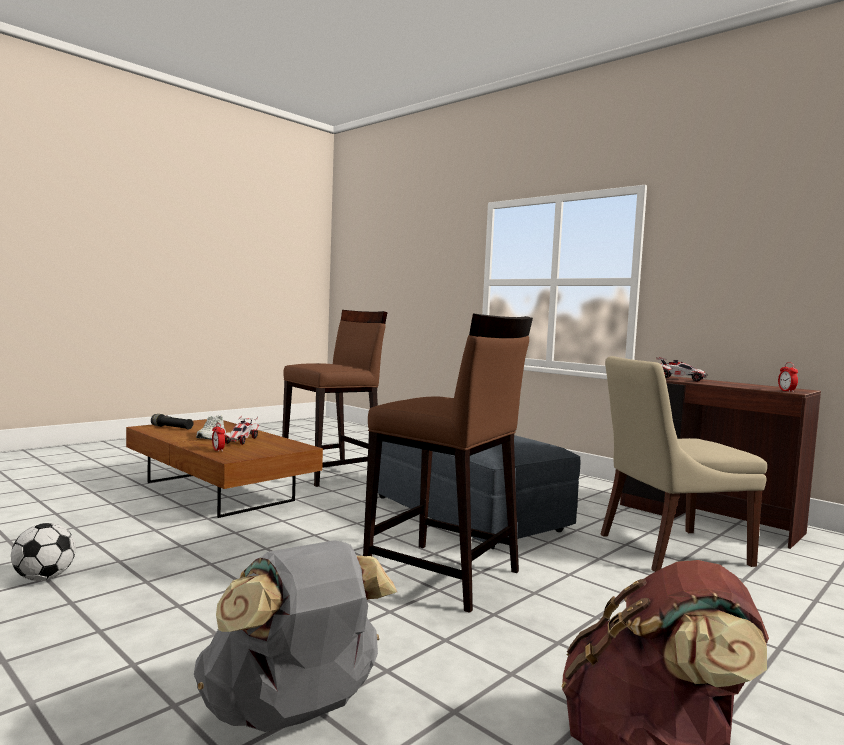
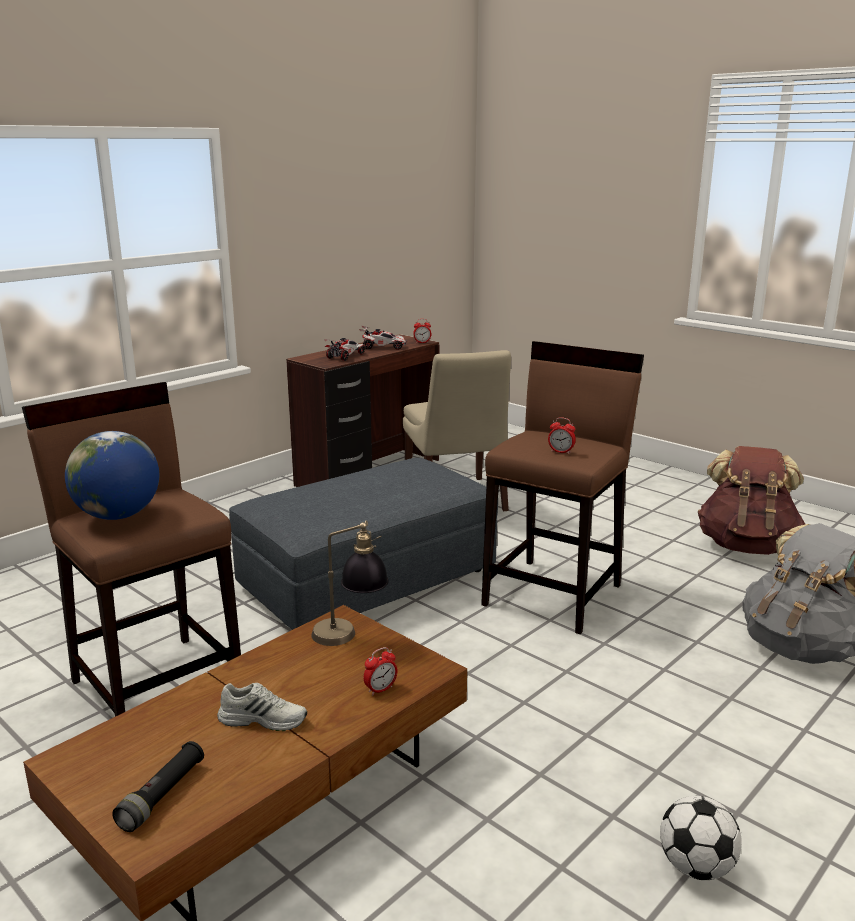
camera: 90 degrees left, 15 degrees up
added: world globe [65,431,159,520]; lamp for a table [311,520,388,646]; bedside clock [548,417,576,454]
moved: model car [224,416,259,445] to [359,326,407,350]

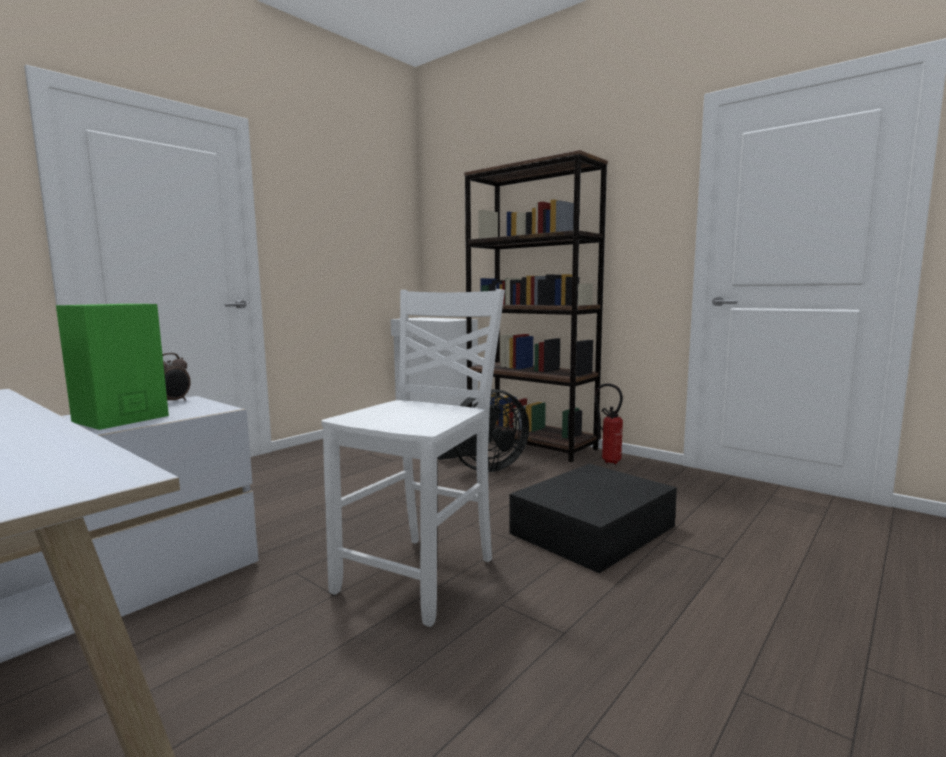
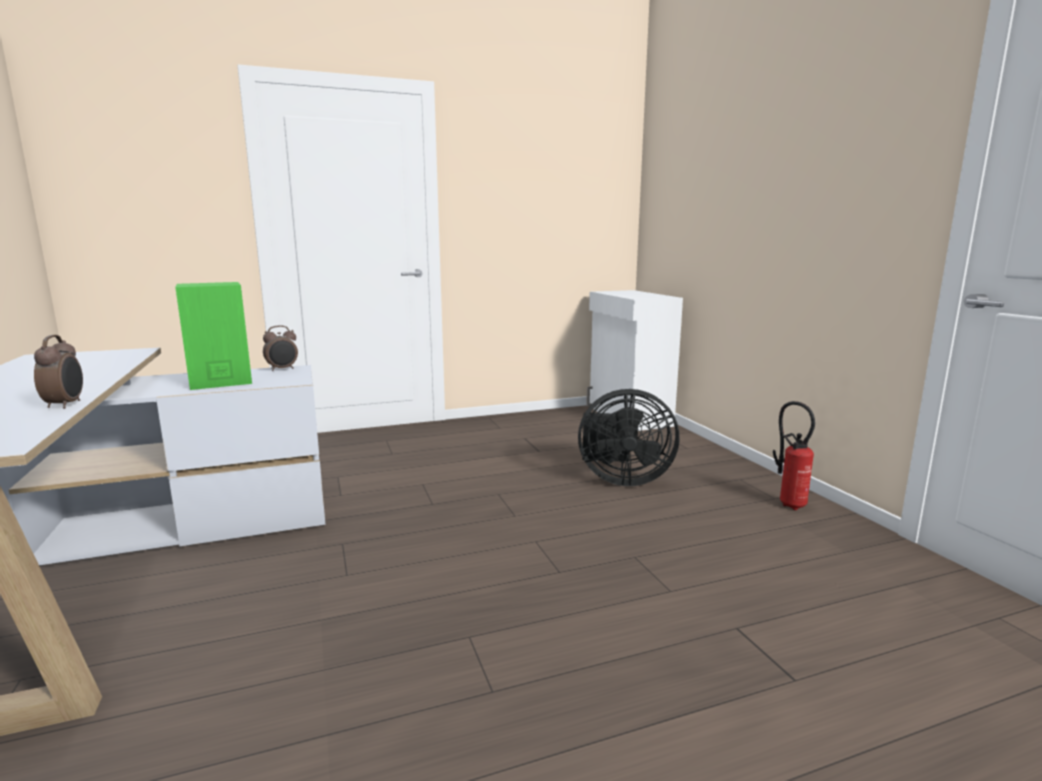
camera: 30 degrees right, 5 degrees up
removed: chair/whitish [321,289,505,627]; shelving unit/brown-coloured [464,150,608,462]; storage box/black-coloured [509,464,677,573]
added: bedside clock [34,335,83,409]

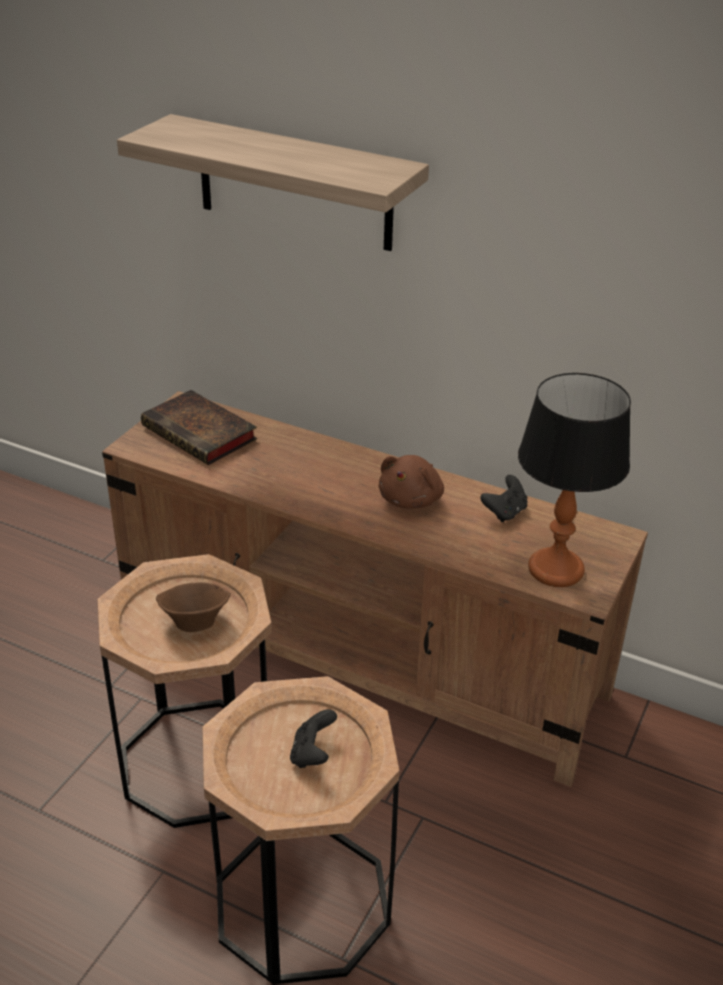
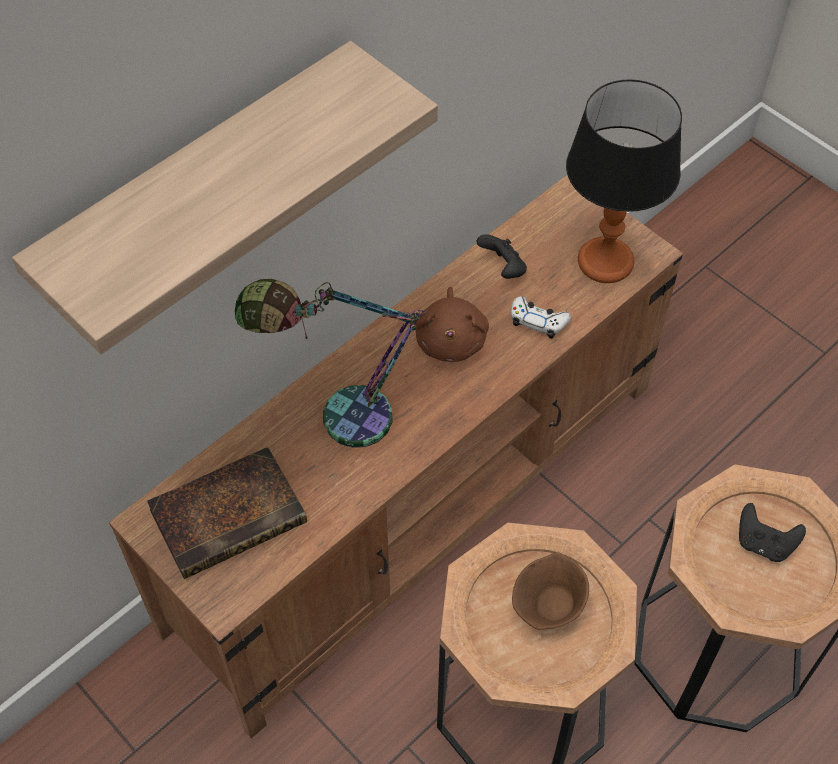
camera: 70 degrees left, 20 degrees up
added: lamp for a table [235,279,426,448]; gamepad/whitish [511,296,571,339]
turned: soft toy/brown-coloured [378,455,444,509] = [415,287,489,362] 45 degrees clockwise

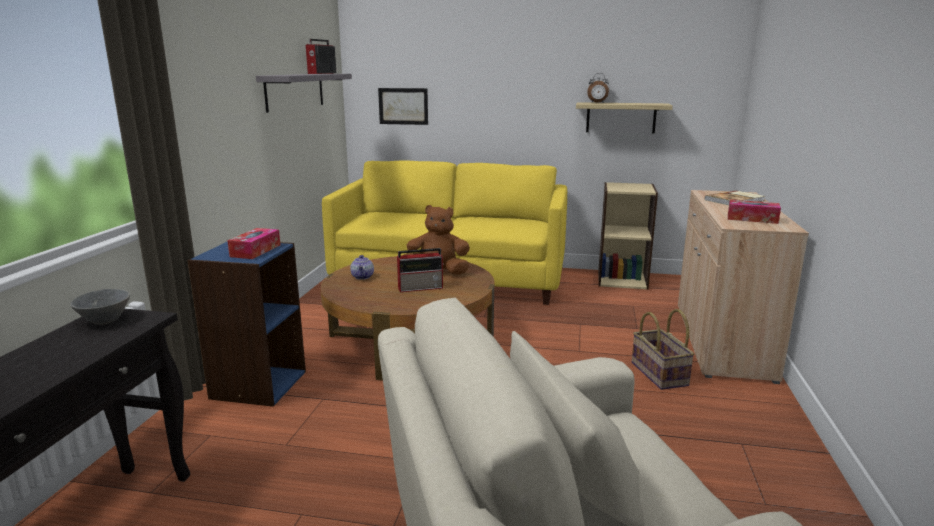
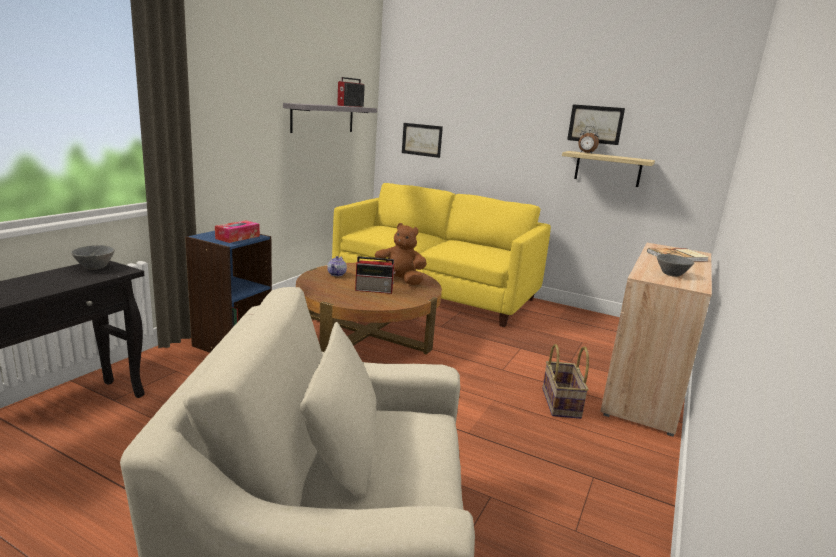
camera: 15 degrees right, 0 degrees up
removed: shelving unit/beige [598,182,658,290]
added: wall picture [567,104,625,145]
replaced: tissue holder [728,200,781,224] to deep dish/gray [657,254,694,277]

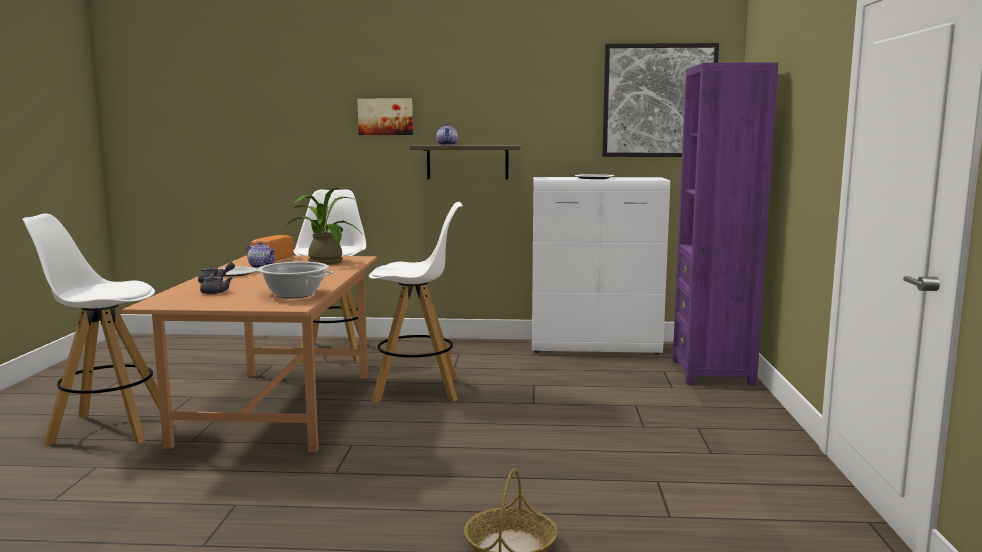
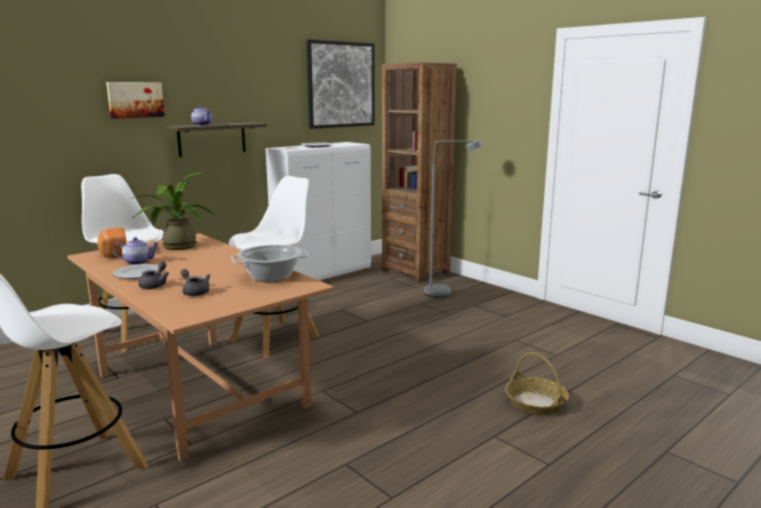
camera: 45 degrees left, 5 degrees up
added: floor lamp/gray [424,140,482,298]
recoloured: shelving unit/purple [673,62,778,386] to shelving unit/brown-coloured [382,62,457,283]

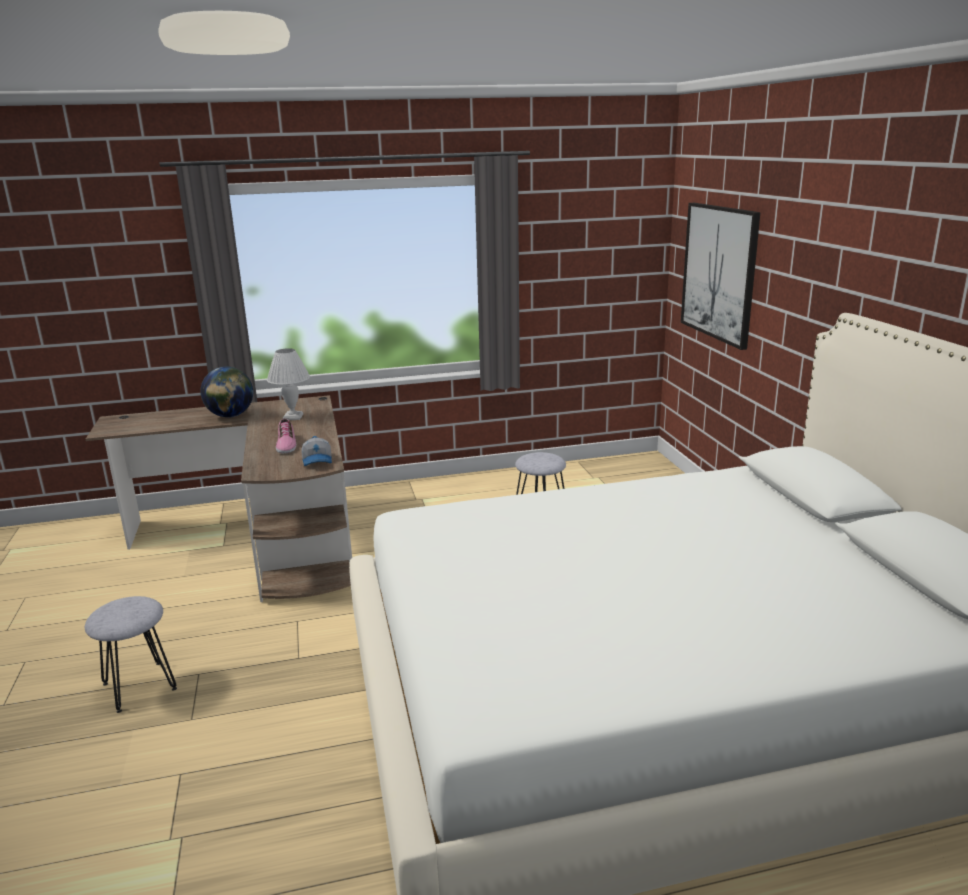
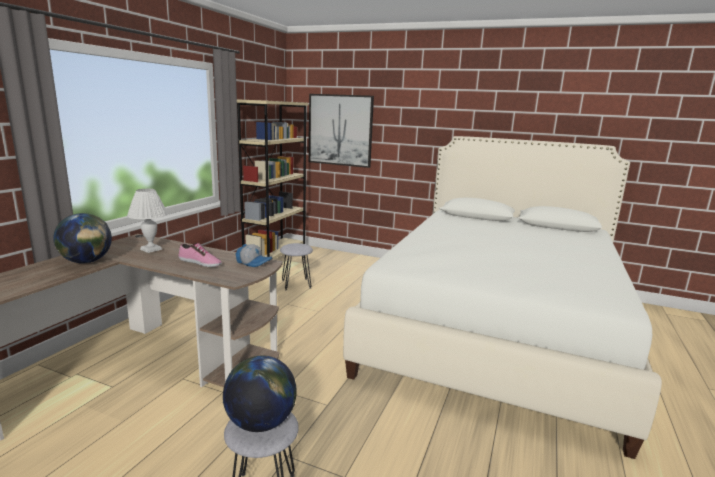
camera: 55 degrees left, 5 degrees down
added: world globe [223,355,297,432]; shelving unit/beige [237,99,308,259]

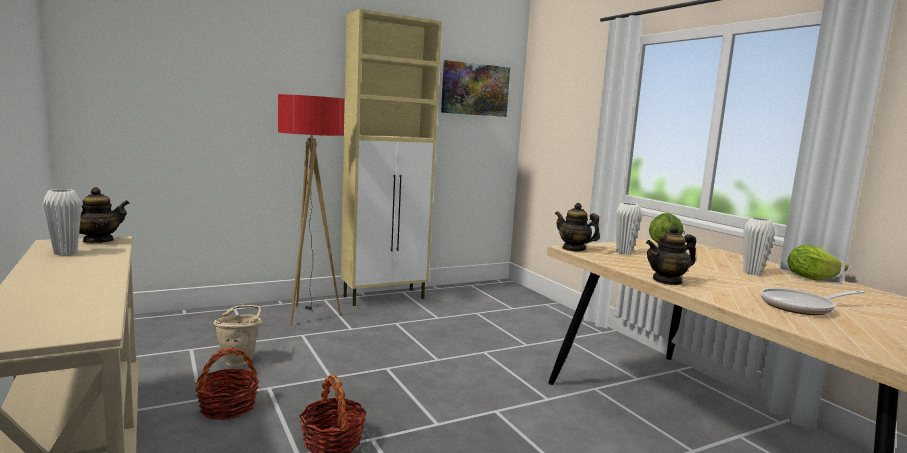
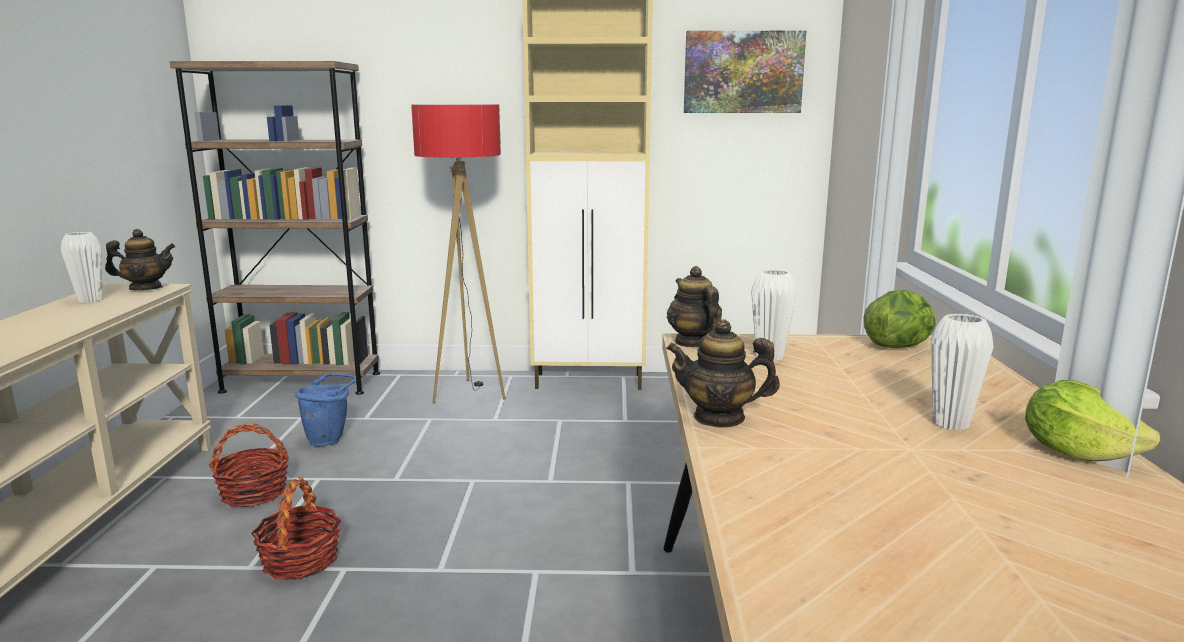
camera: 30 degrees right, 5 degrees up
removed: frying pan [760,288,865,315]
added: shelving unit/brown-coloured [170,61,380,395]
recoloured: water bucket/beige [213,305,262,367] to water bucket/blue-coloured [295,373,356,447]

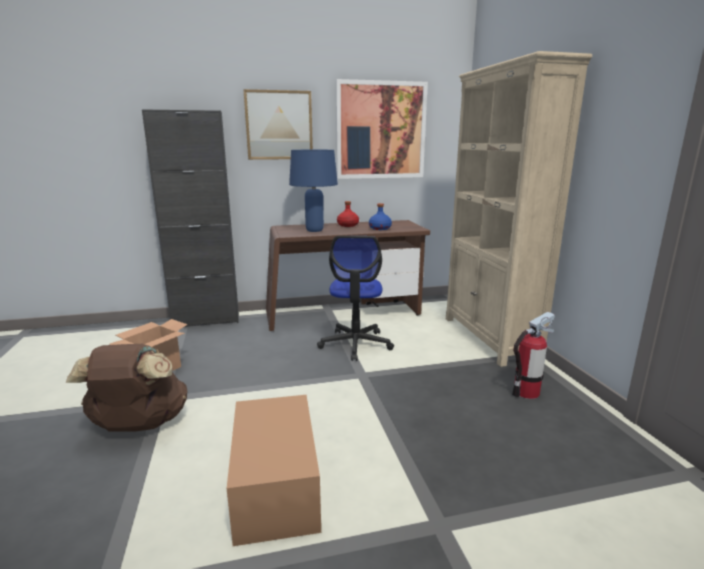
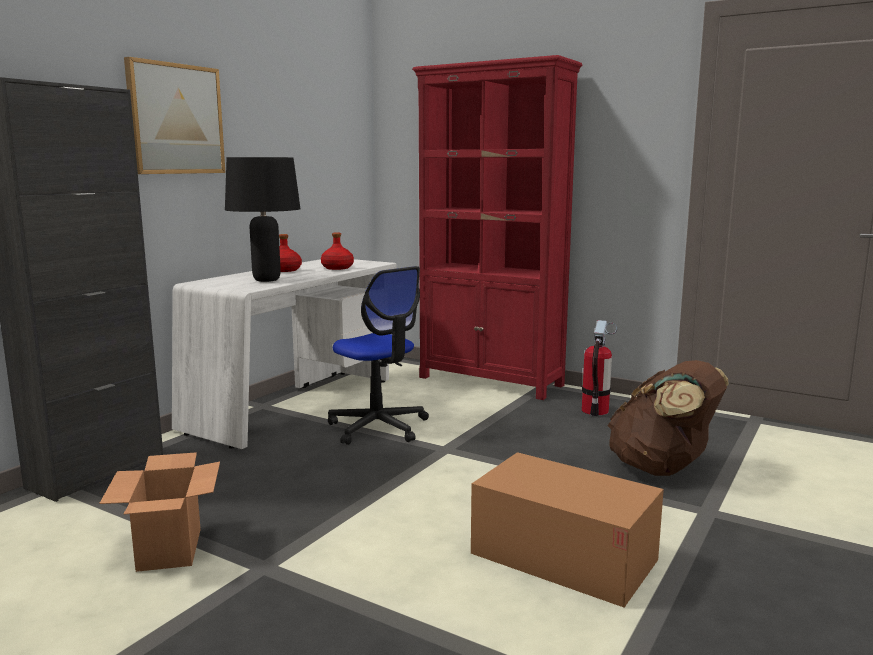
camera: 45 degrees left, 5 degrees down
removed: wall picture [336,79,428,179]
moved: rucksack/brown-coloured [66,344,187,432] to [608,360,729,476]
recoloured: desk unit/brown-coloured [266,220,430,331] to desk unit/whitish [172,259,396,449]; lamp for a table/blue-coloured [289,150,338,232] to lamp for a table/black-coloured [225,157,301,282]; bottle/blue-coloured [369,203,392,230] to bottle/red-coloured [321,232,354,270]; shelving unit/beige [446,51,592,367] to shelving unit/red-coloured [412,55,583,400]

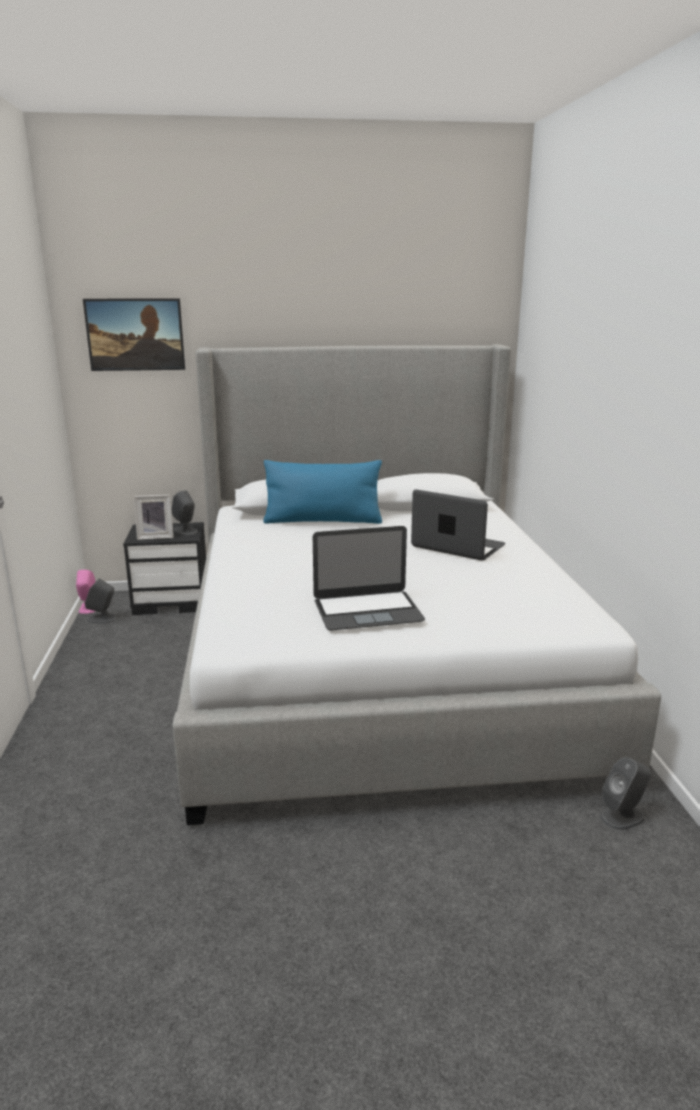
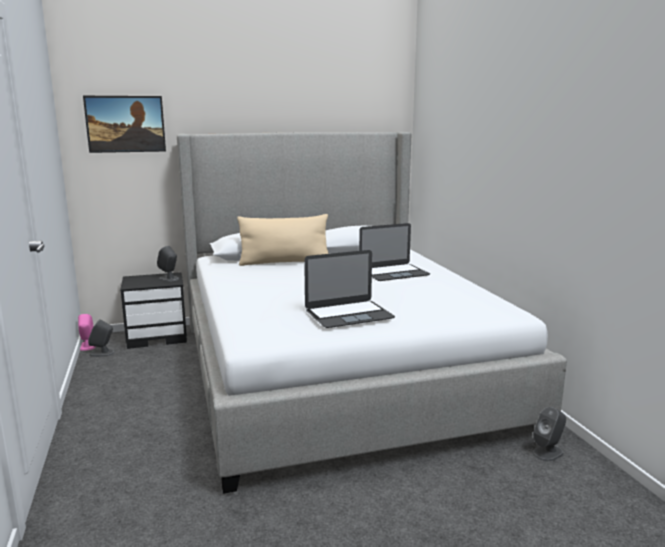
camera: 10 degrees left, 5 degrees down
removed: picture frame [134,495,174,540]
recoloured: throw pillow/blue-coloured [263,460,382,524] to throw pillow/beige [237,214,329,266]
turned: portable computer [411,489,505,561] = [359,223,430,281] 135 degrees clockwise

